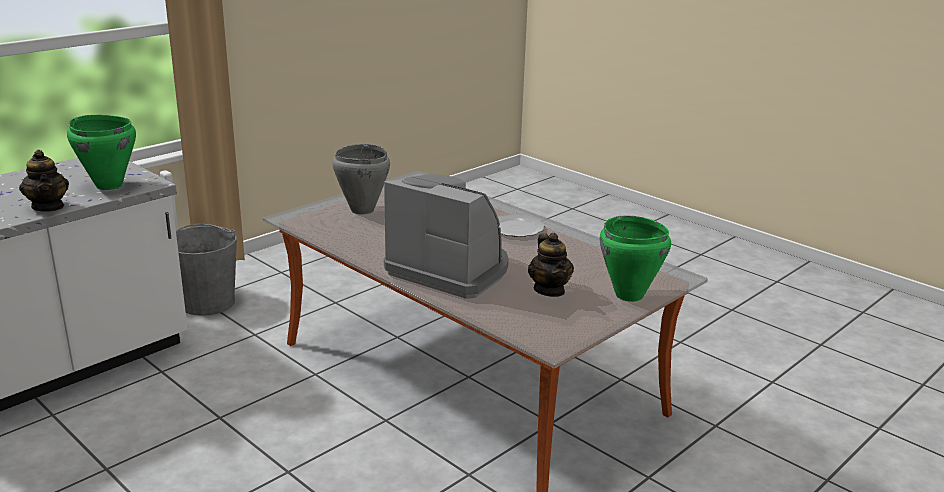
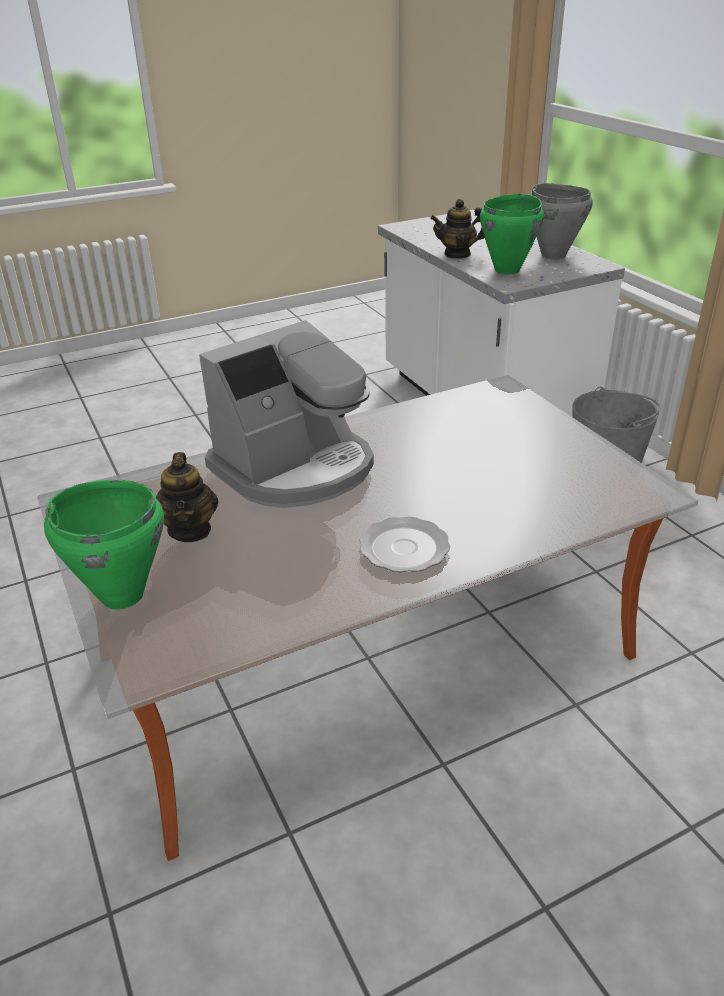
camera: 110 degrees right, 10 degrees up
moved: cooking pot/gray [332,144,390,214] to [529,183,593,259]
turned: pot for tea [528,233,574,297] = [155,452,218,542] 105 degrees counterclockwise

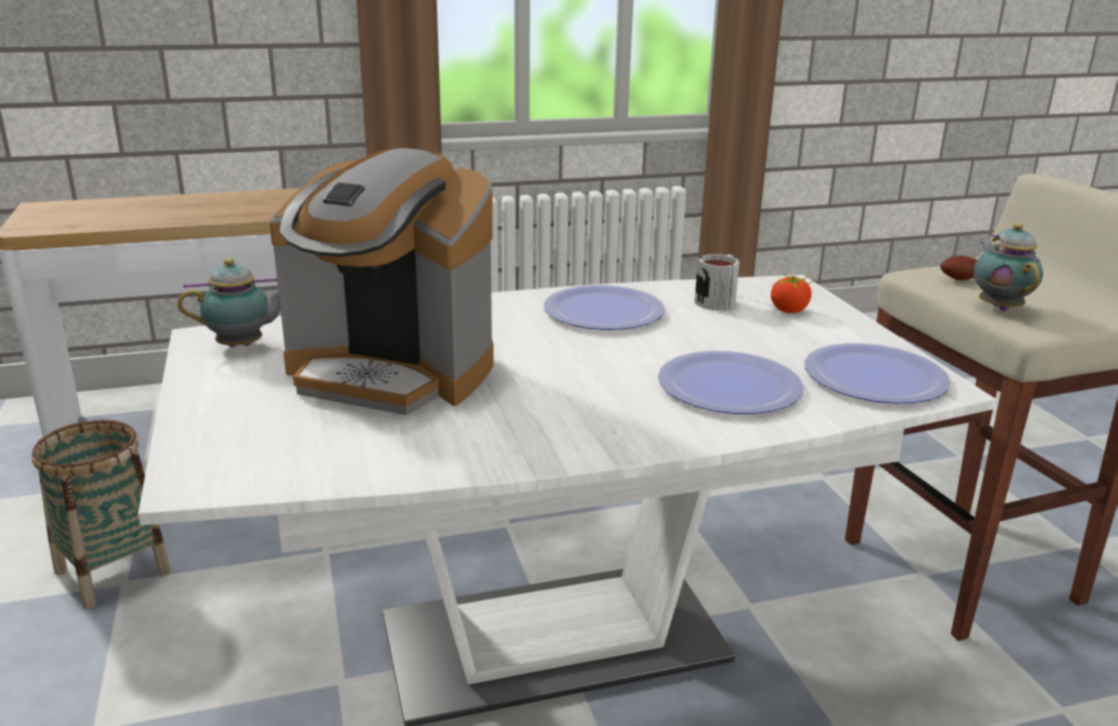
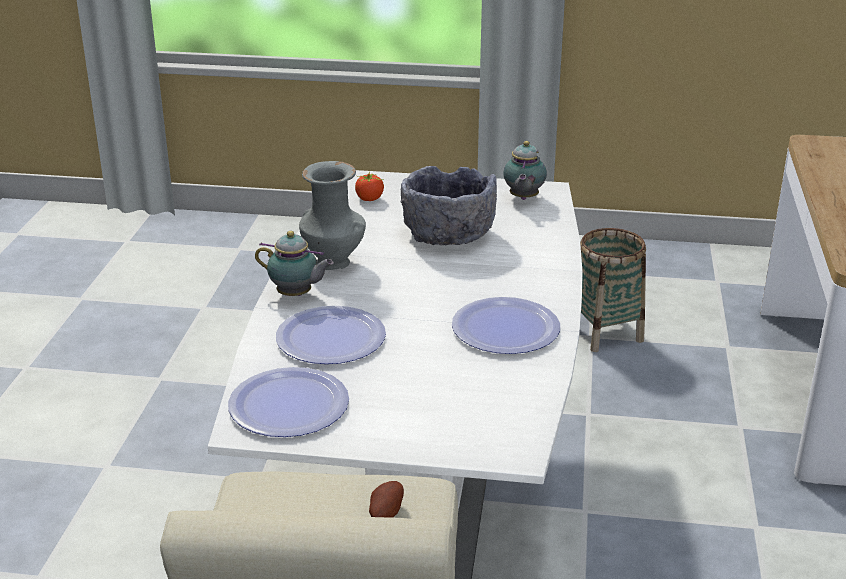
camera: 115 degrees right, 5 degrees up
removed: coffee mug [695,254,740,311]
added: flower vase/gray [299,161,366,270]
moved: pot for tea [974,223,1043,312] to [255,231,334,296]; fresh tomato [771,273,816,313] to [355,171,384,201]
replaced: coffee maker [269,148,494,415] to deep dish/gray [401,166,497,245]

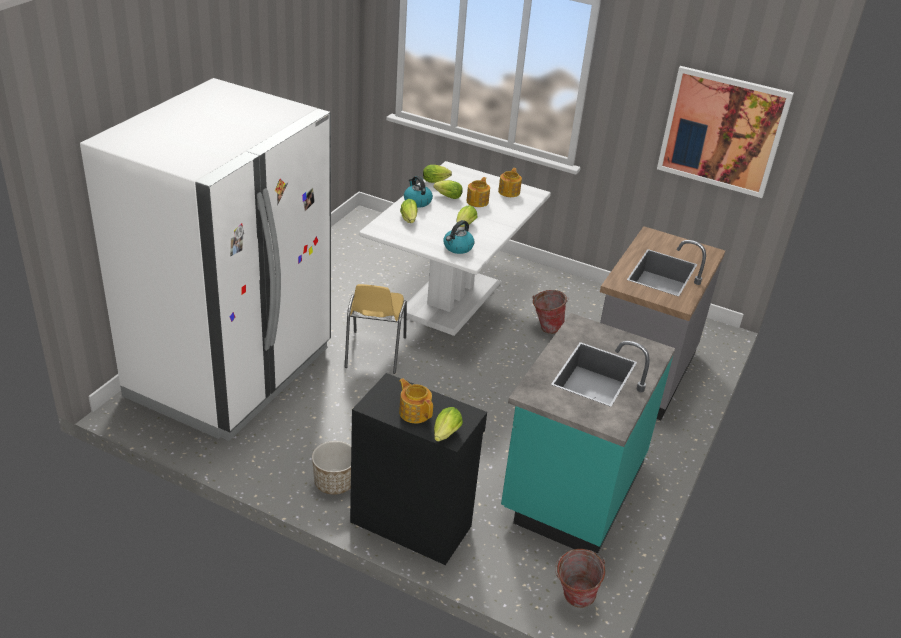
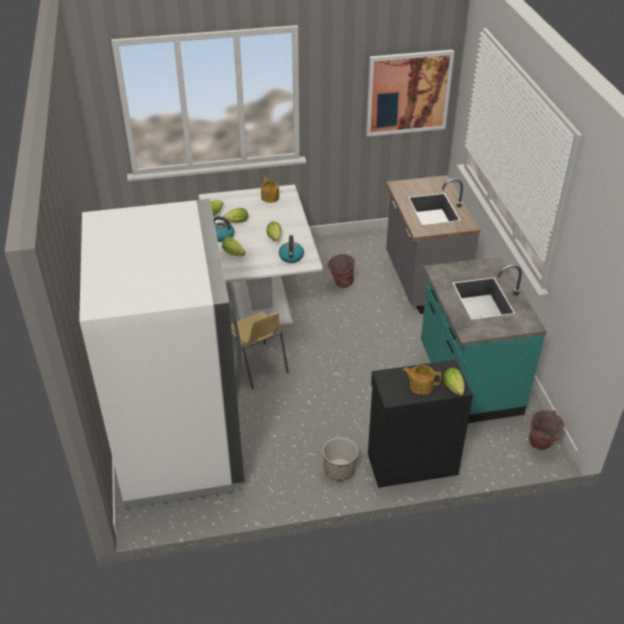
camera: 35 degrees left, 5 degrees up
removed: pot for tea [466,177,490,207]

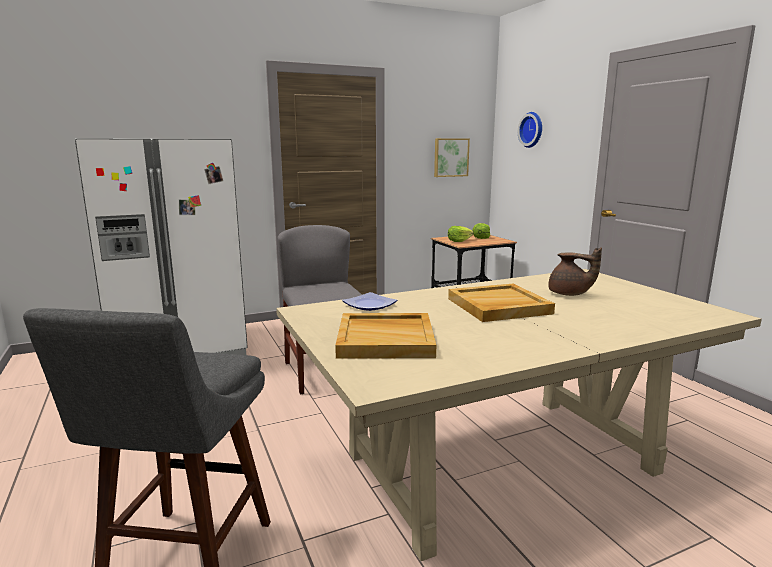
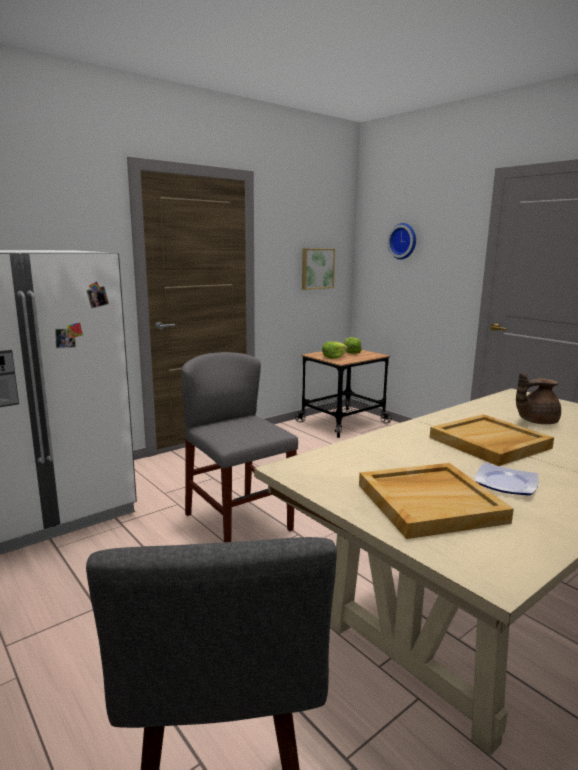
camera: 15 degrees left, 0 degrees up
moved: plate [342,292,397,311] to [474,463,538,496]
turned: pot for tea/brown-coloured [548,247,602,296] = [516,373,561,424] 150 degrees clockwise

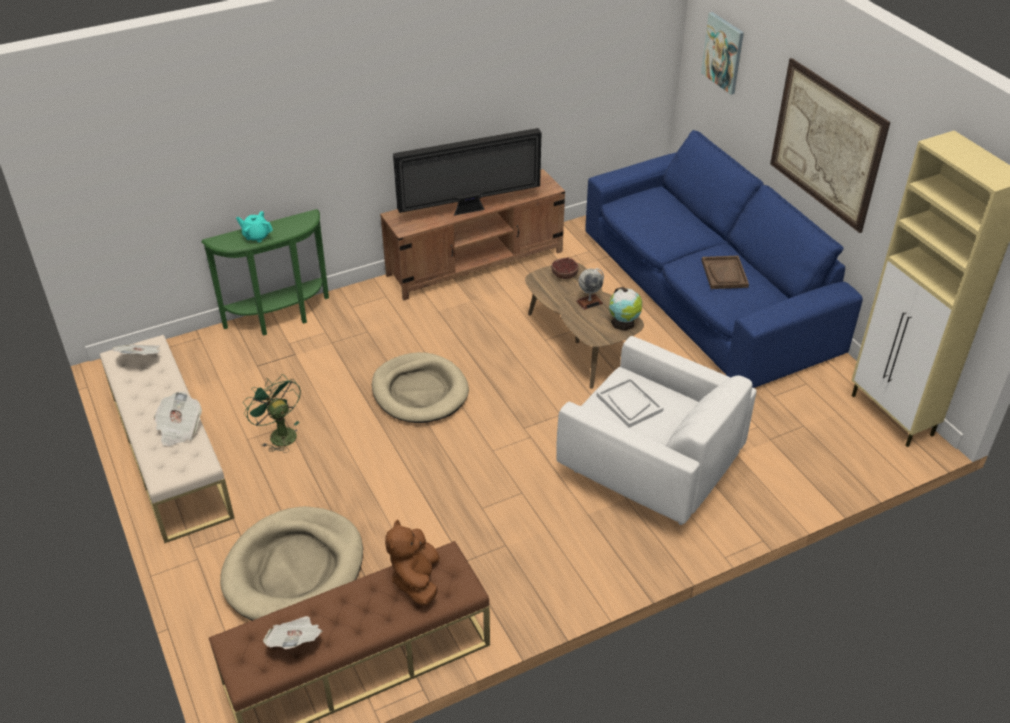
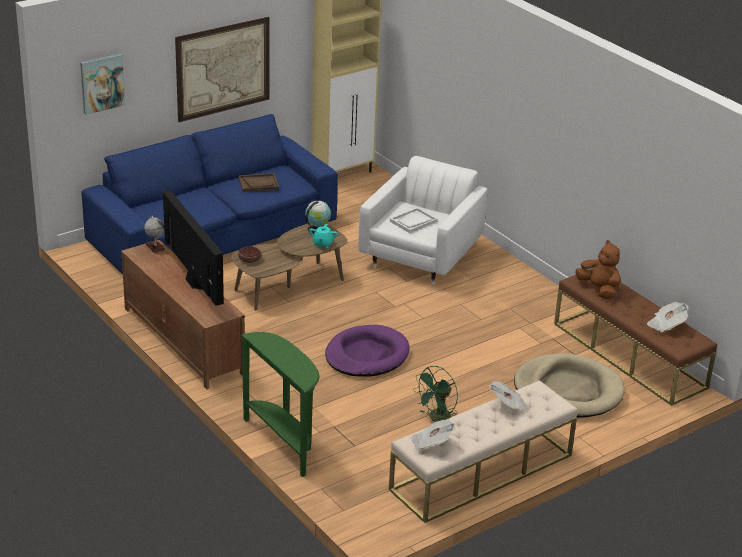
camera: 100 degrees left, 10 degrees down
moved: world globe [576,268,604,310] to [144,216,166,253]; pot for tea/turquoise [236,211,273,242] to [309,224,337,248]
recoloured: dog cushion/beige [372,352,469,423] to dog cushion/purple [325,325,410,377]
turned: soft toy/brown-coloured [385,520,439,606] = [575,240,621,299] 120 degrees counterclockwise

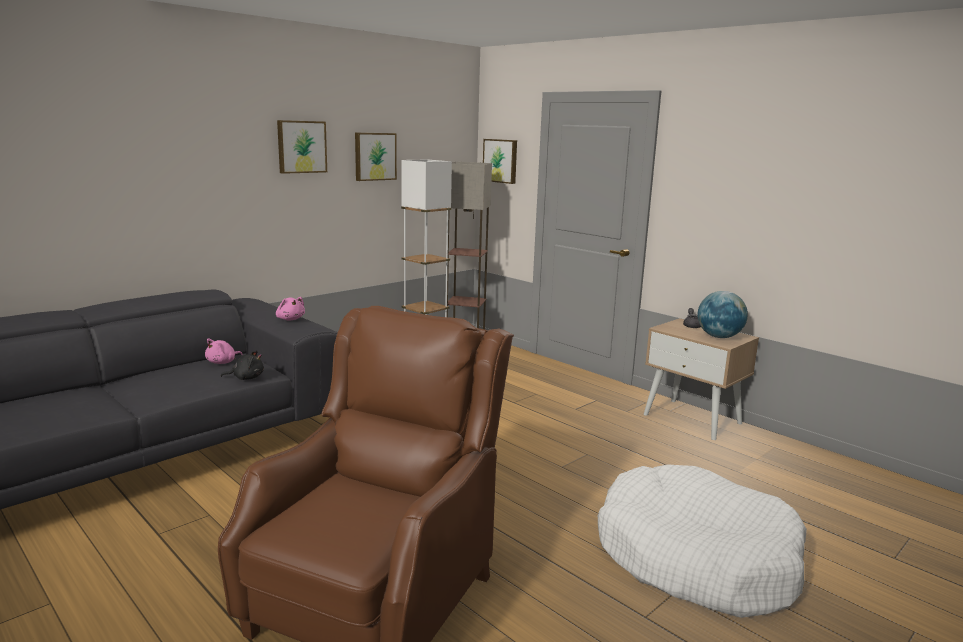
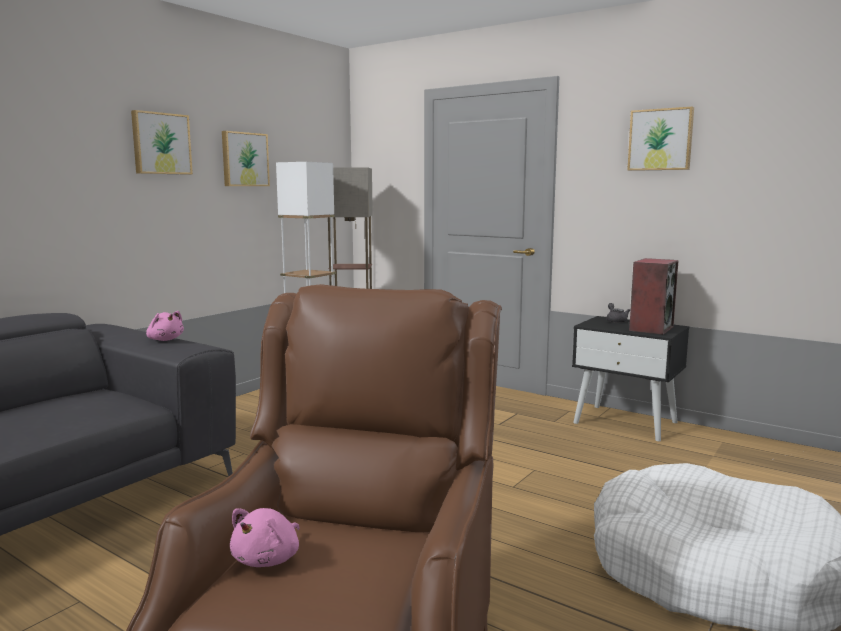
camera: 10 degrees left, 5 degrees down
removed: soft toy/black-coloured [221,350,264,380]
moved: soft toy/pinkish [205,339,242,364] to [230,508,300,567]; wall picture [483,139,517,184] to [627,107,694,171]
replaced: world globe [698,291,748,338] to loudspeaker [629,258,679,335]
recoloured: night table/beige [643,318,759,440] to night table/black-coloured [572,316,689,441]

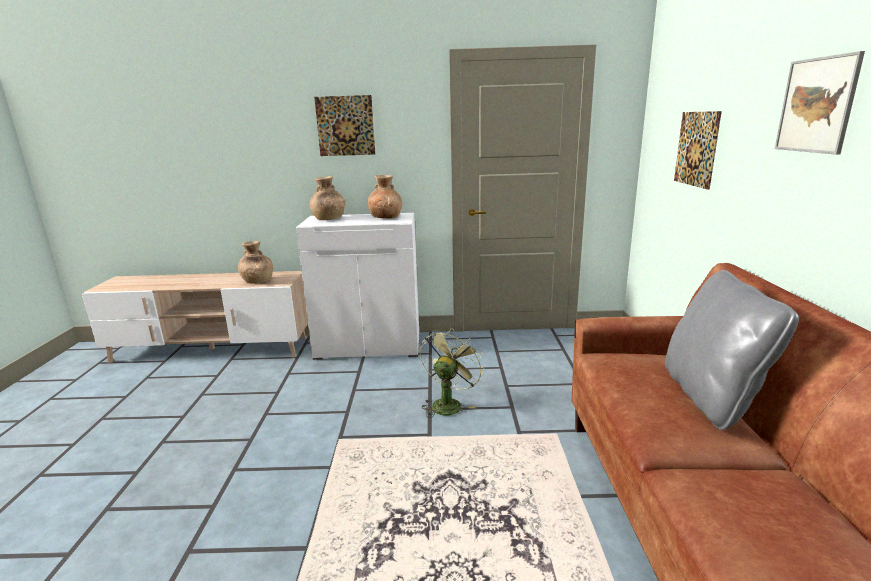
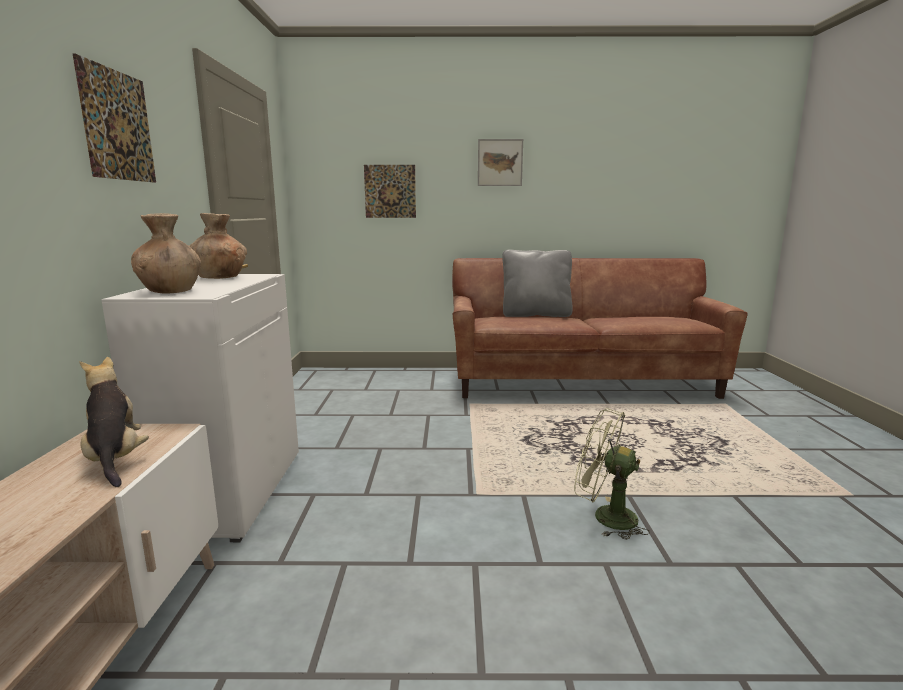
camera: 90 degrees left, 5 degrees down
moved: cooling fan/greenish [420,328,484,418] to [574,408,650,540]
replaced: flower vase/brown-coloured [238,241,273,284] to soft toy [79,357,149,487]

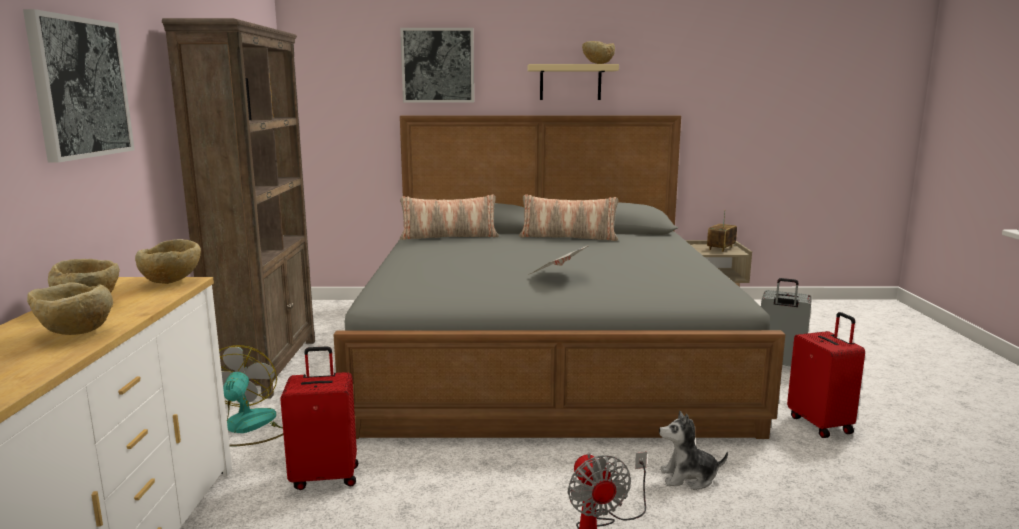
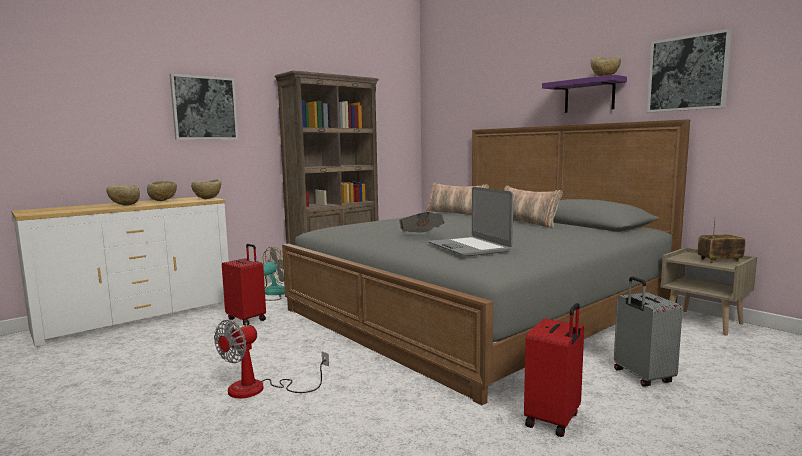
camera: 50 degrees right, 5 degrees down
removed: soft toy [659,411,728,490]
added: portable computer [428,187,513,256]
moved: wall picture [400,28,474,103] to [647,29,732,113]
recoloured: shelf/beige [528,64,619,100] to shelf/purple [542,74,627,113]

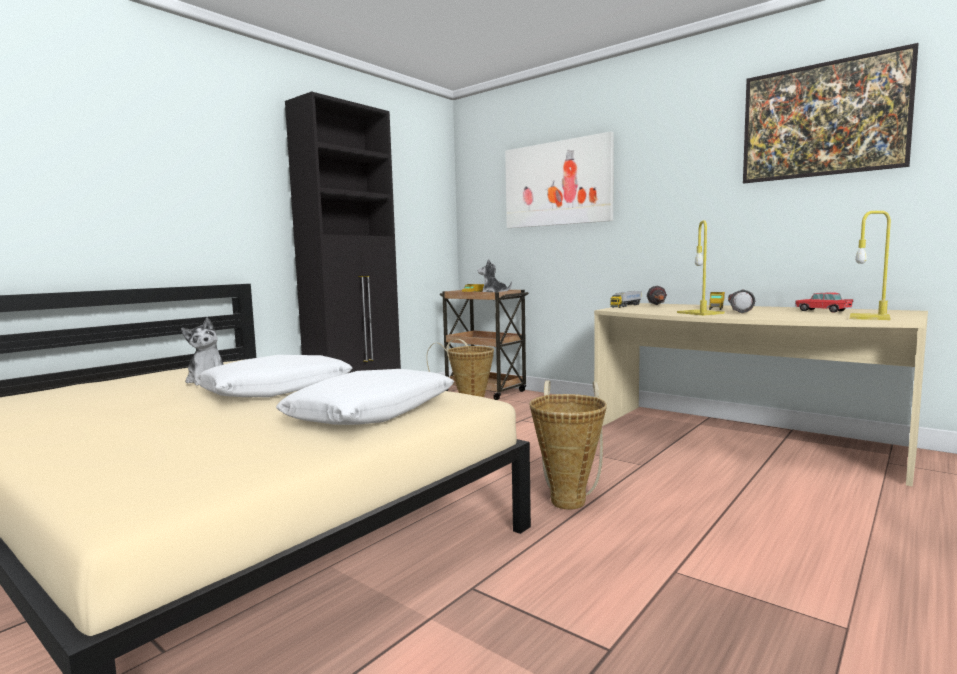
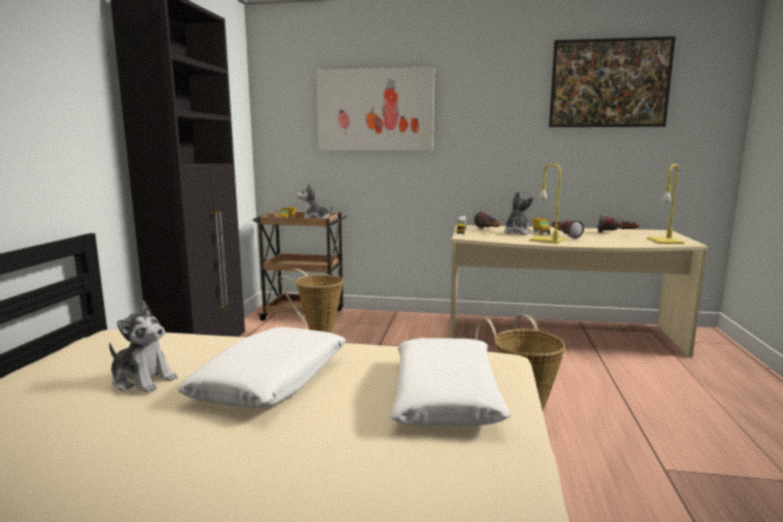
camera: 30 degrees left, 5 degrees up
added: soft toy [504,191,534,235]
replaced: model car [795,292,853,313] to torch [597,215,640,233]

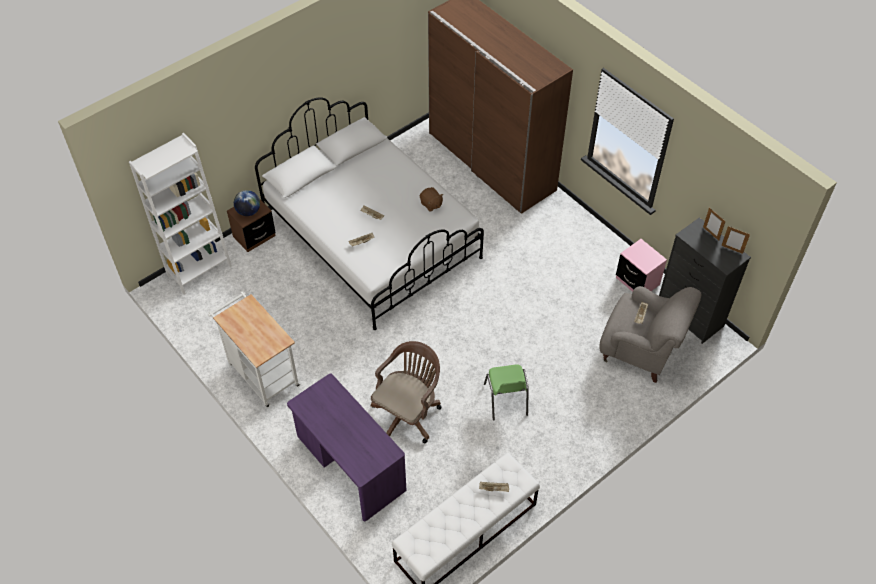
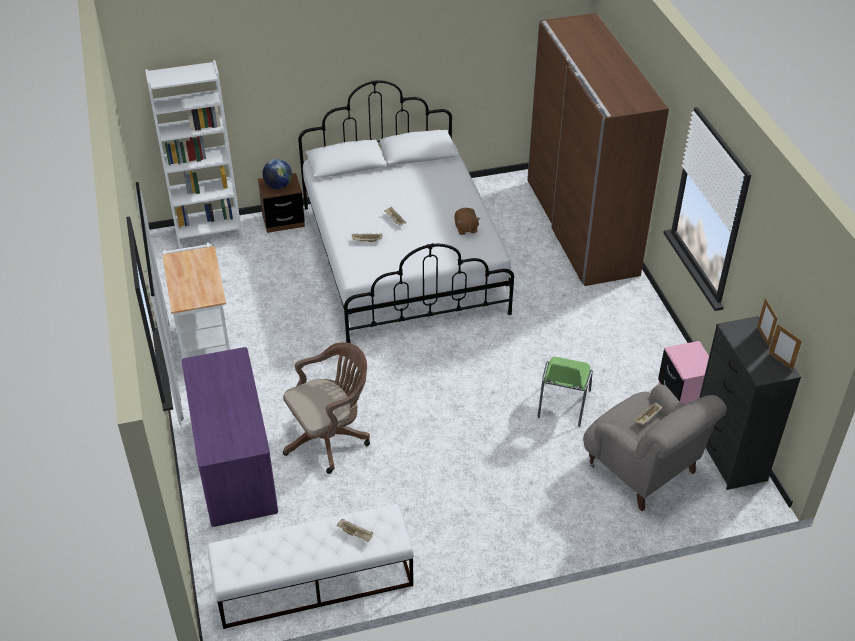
camera: 25 degrees right, 10 degrees down
moved: chair/greenish [484,365,529,420] to [537,357,593,427]

